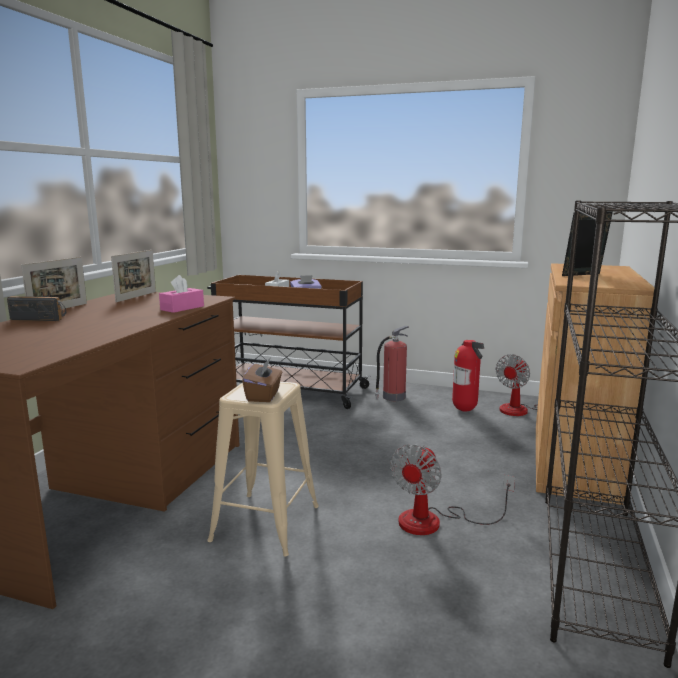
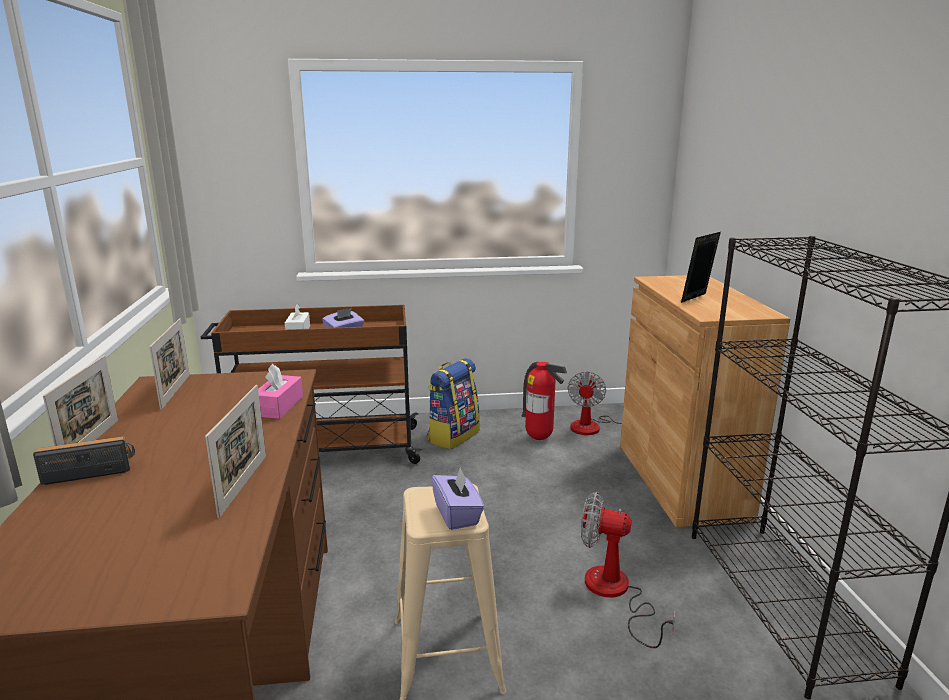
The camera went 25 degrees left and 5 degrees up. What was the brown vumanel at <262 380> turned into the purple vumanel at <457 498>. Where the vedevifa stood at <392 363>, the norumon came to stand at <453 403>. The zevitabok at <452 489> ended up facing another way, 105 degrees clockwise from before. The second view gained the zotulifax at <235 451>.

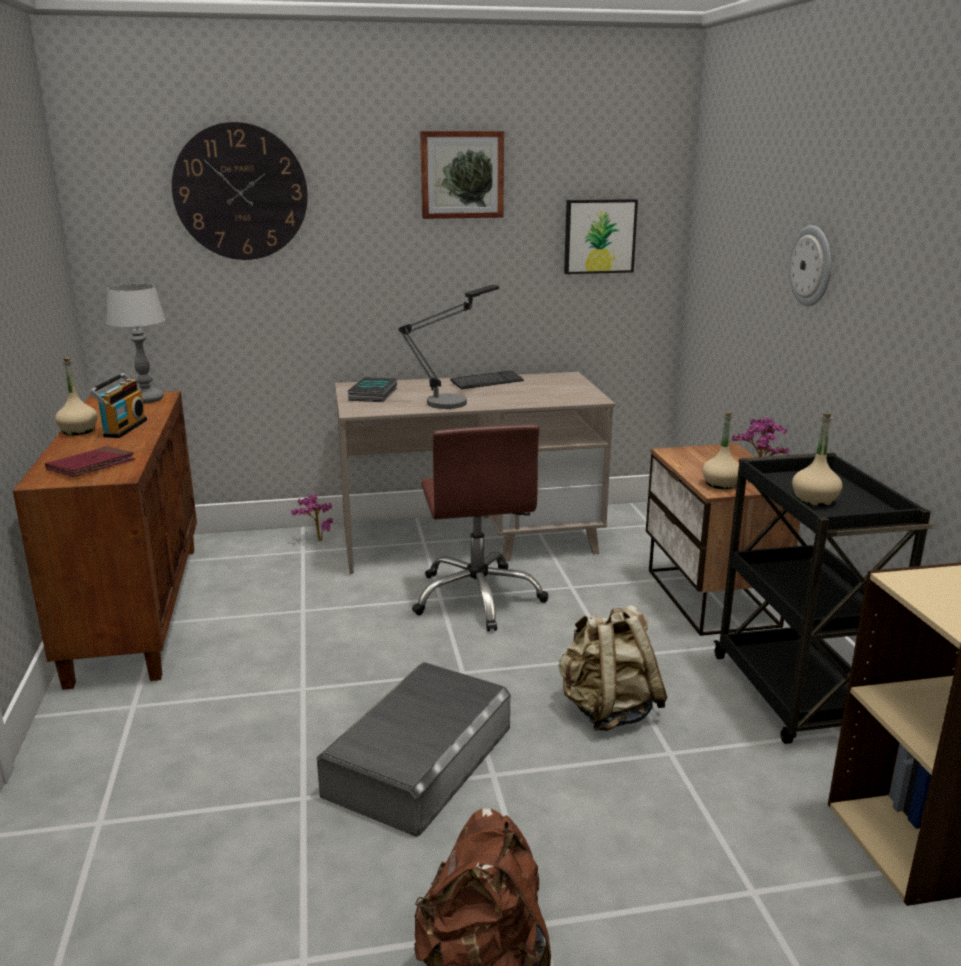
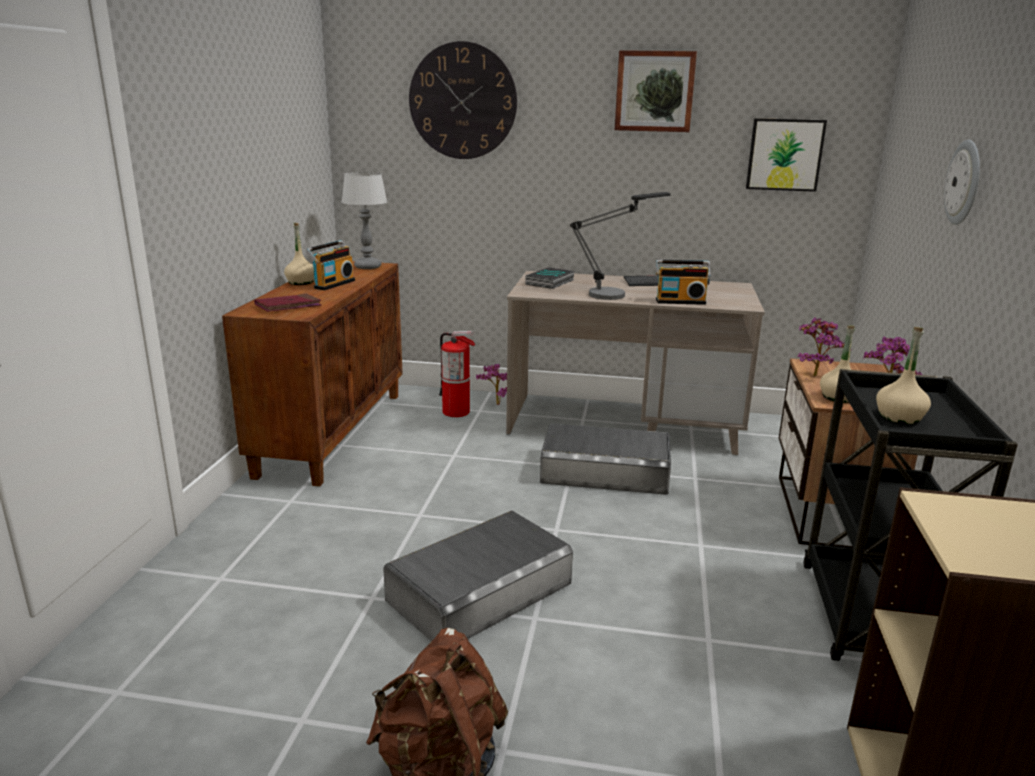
The camera went 20 degrees right and 0 degrees up. Where the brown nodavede stood at <480 527>, the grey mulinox came to stand at <605 459>. The second view lost the beige norumon at <613 668>. The second view gained the vedevifa at <457 374>. The second view gained the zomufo at <683 282>. The second view gained the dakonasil at <824 347>.

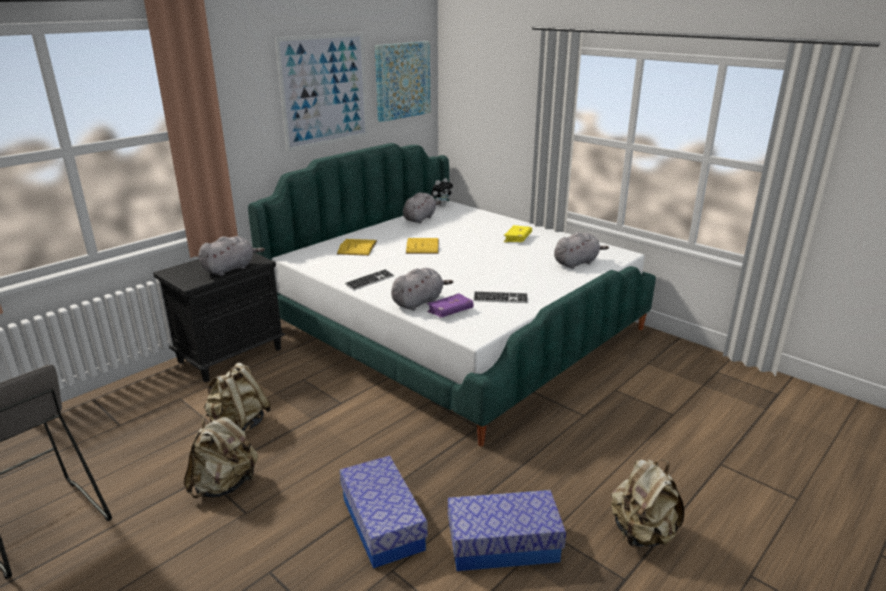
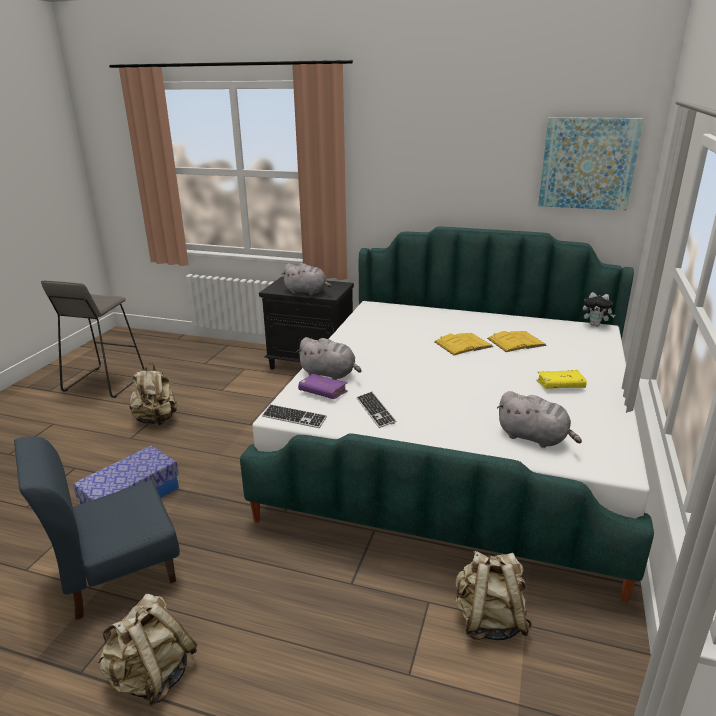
The camera went 65 degrees right and 0 degrees up. The beige norumon ended up elsewhere, having gone from <237 398> to <493 595>. The second view lost the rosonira at <321 92>. The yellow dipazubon ended up elsewhere, having gone from <357 247> to <517 341>. The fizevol ended up elsewhere, having gone from <369 279> to <294 416>. The second view lost the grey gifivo at <422 207>. Where the mulinox stood at <507 530>, the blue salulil came to stand at <97 528>.

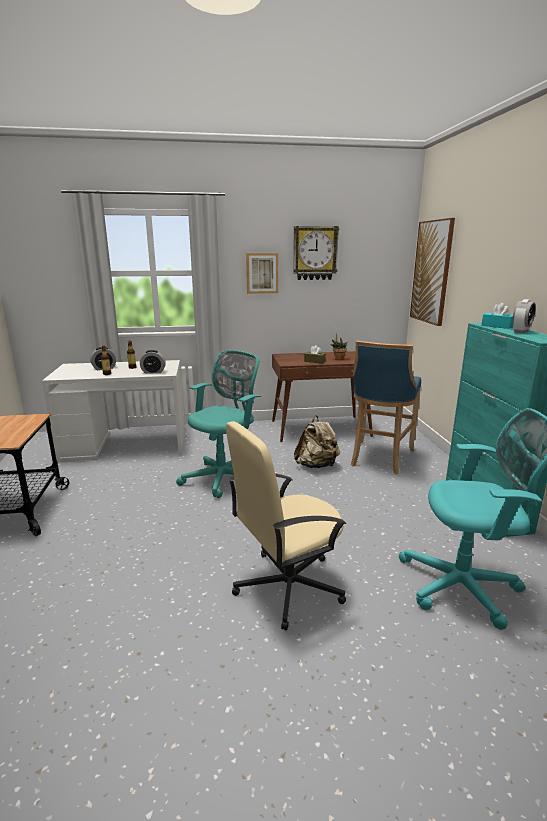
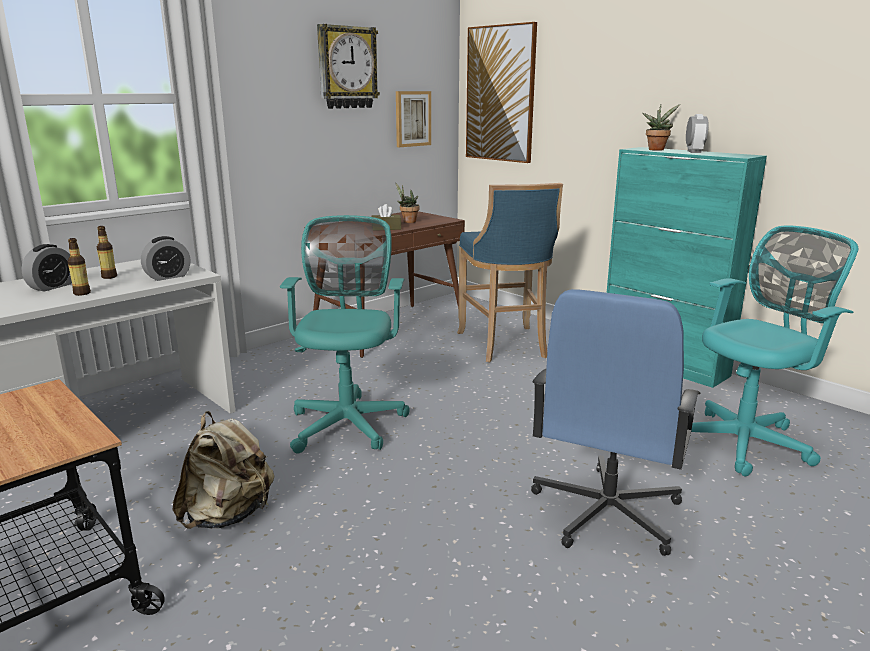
The camera went 35 degrees left and 0 degrees up. What was the beige nodavede at <286 526> turned into the blue nodavede at <616 422>. The rosonira ended up elsewhere, having gone from <262 273> to <413 119>. The beige norumon ended up elsewhere, having gone from <317 441> to <223 470>. Where the turquoise vumanel stood at <497 316>, the dakonasil came to stand at <661 127>.

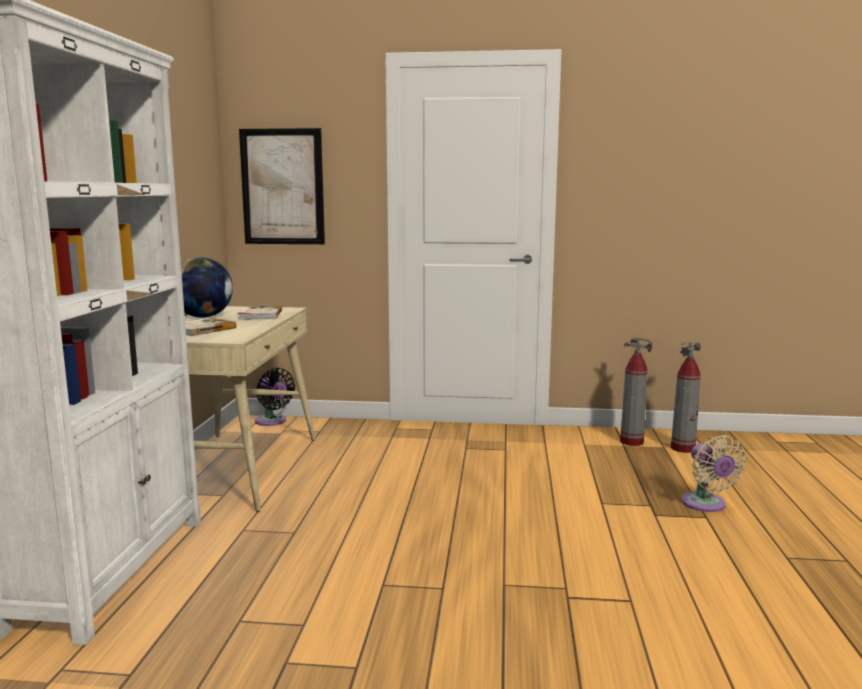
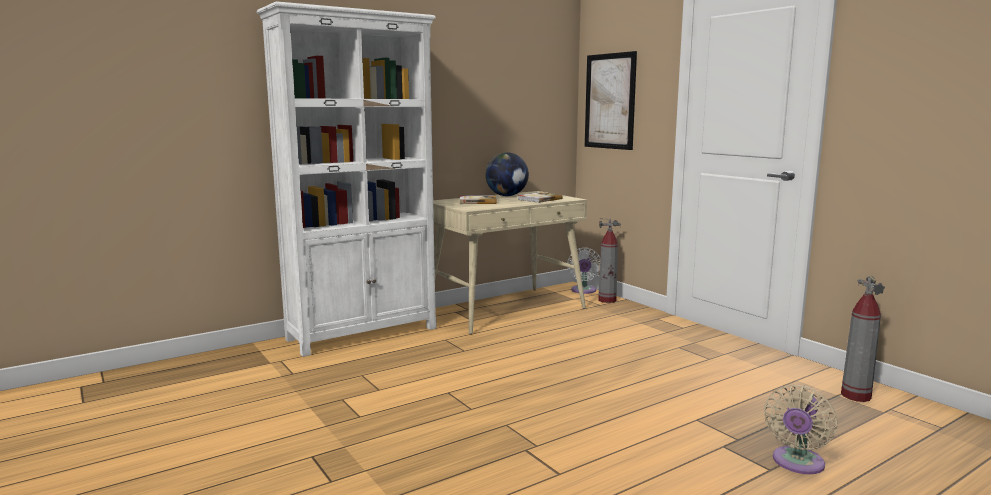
The camera went 50 degrees right and 0 degrees up. What was the black zevitabok at <275 397> turned into the white zevitabok at <583 271>. The vedevifa ended up elsewhere, having gone from <686 397> to <609 260>.

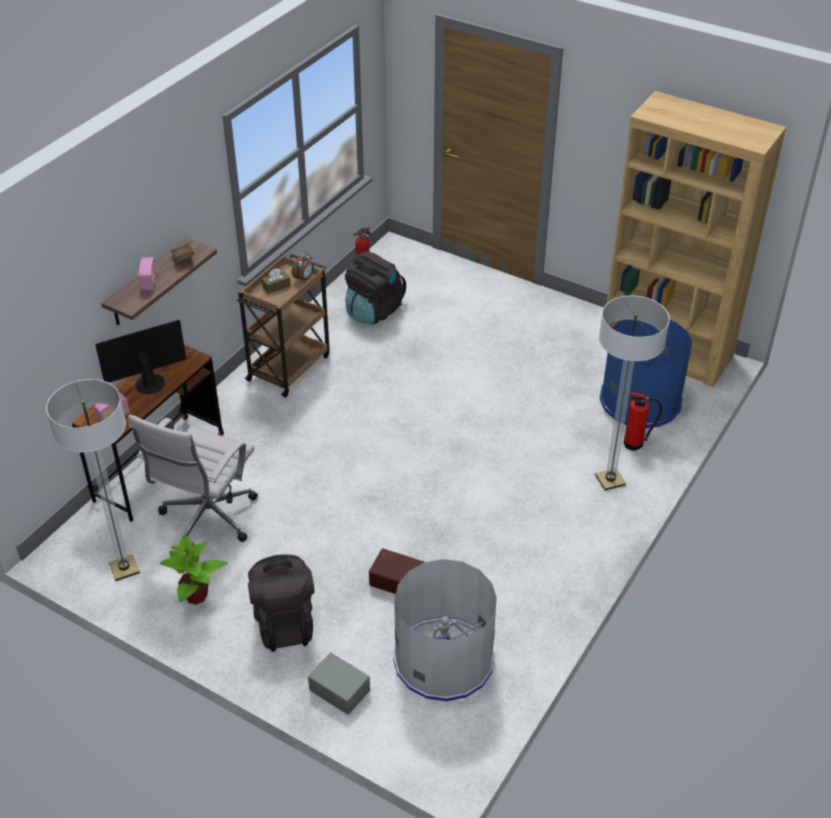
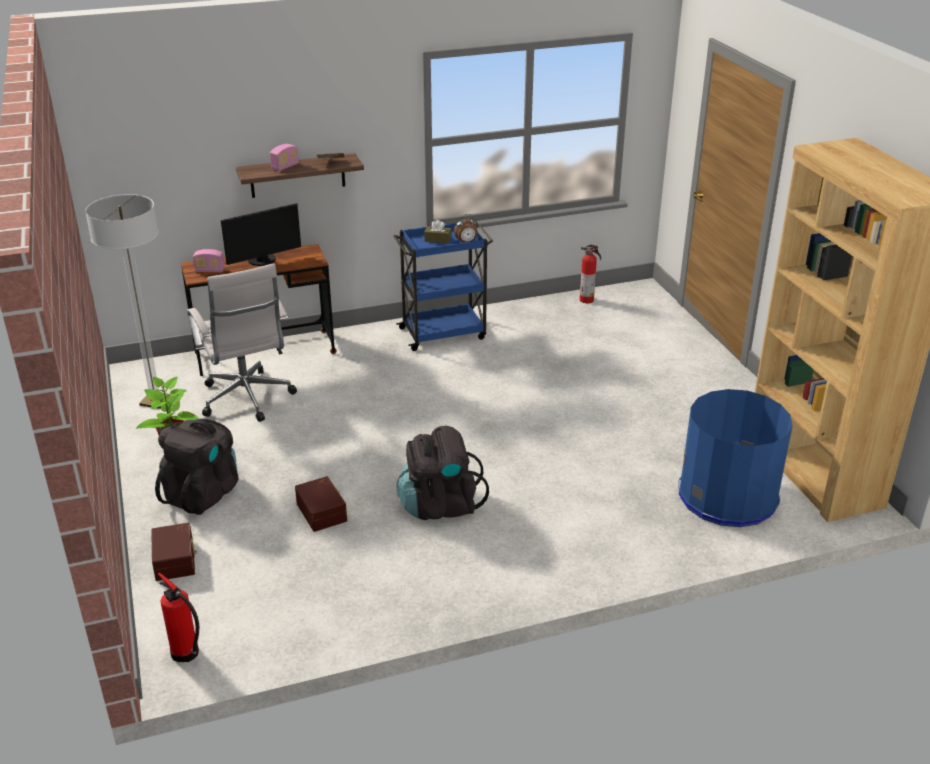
The camera went 40 degrees right and 10 degrees down. The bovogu at <141 357> ended up facing another way, 135 degrees clockwise from before. The white nodavede at <193 483> ended up facing another way, 90 degrees counterclockwise from before. What was the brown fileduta at <283 326> turned into the blue fileduta at <443 287>. What was the grey mulinox at <339 684> turned into the brown mulinox at <174 552>. The black norumon ended up elsewhere, having gone from <375 288> to <442 473>. The second view lost the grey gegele at <445 630>. The second view lost the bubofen at <632 393>. The vedevifa ended up elsewhere, having gone from <643 421> to <178 617>.

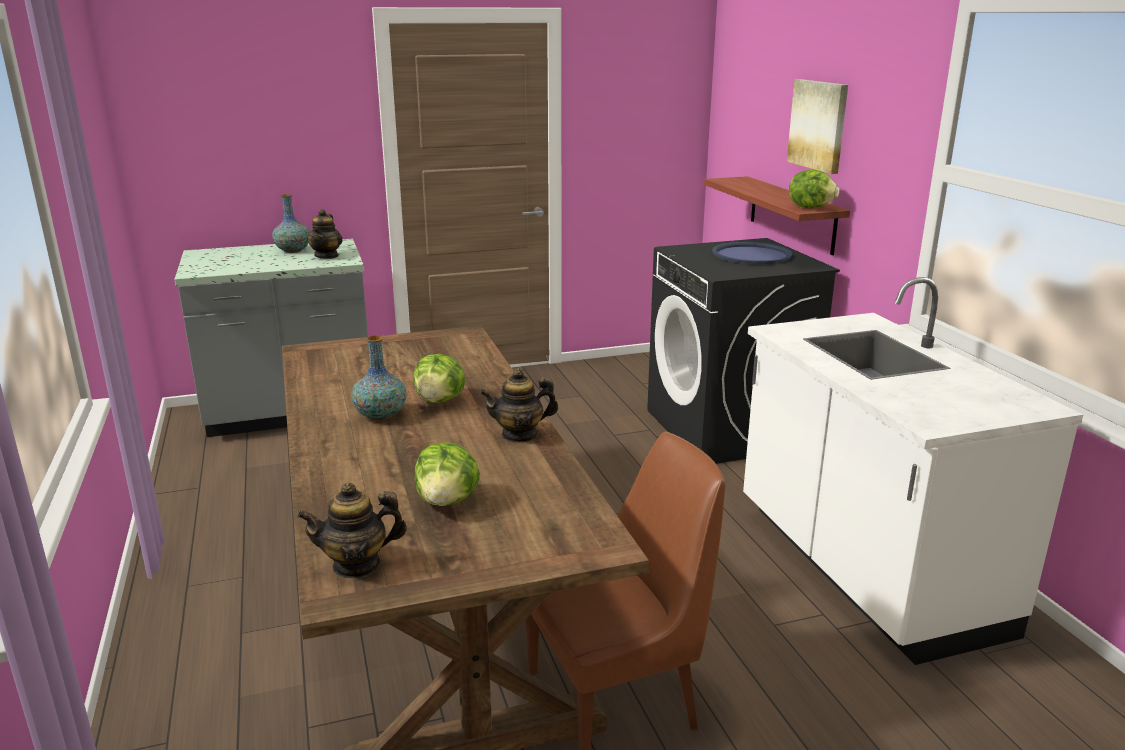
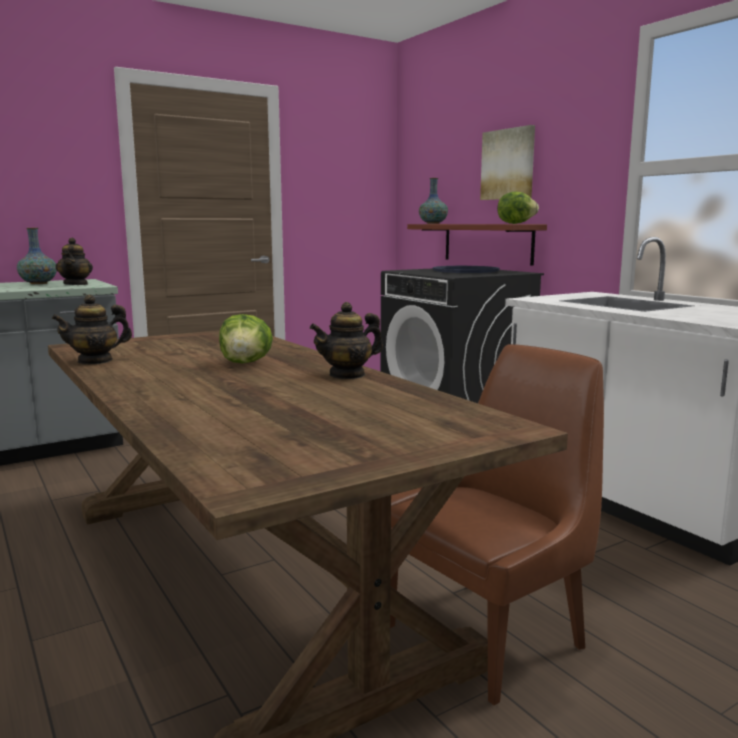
The camera went 15 degrees left and 10 degrees down. The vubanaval ended up elsewhere, having gone from <352 530> to <92 330>. The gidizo ended up elsewhere, having gone from <378 378> to <433 201>. The second view lost the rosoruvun at <447 474>.

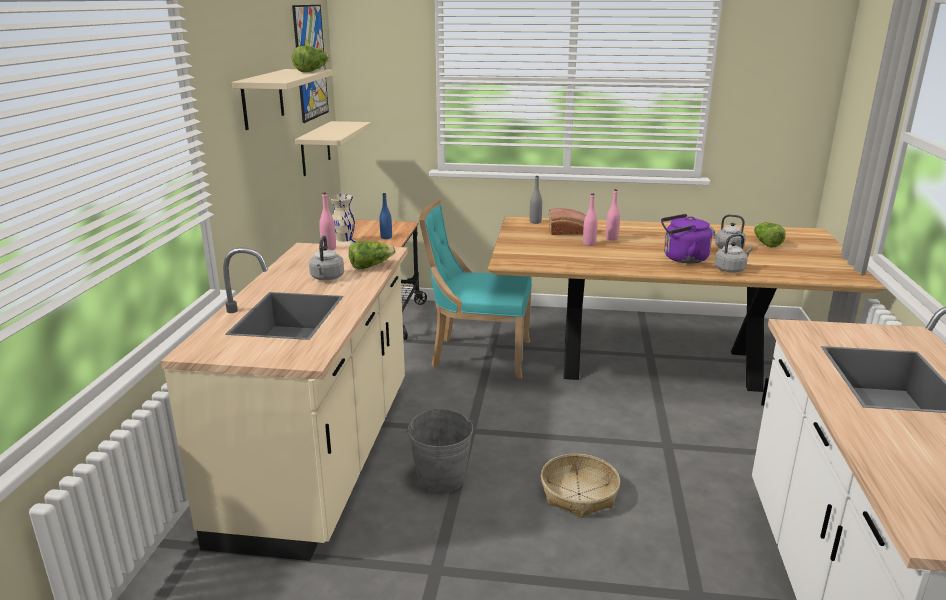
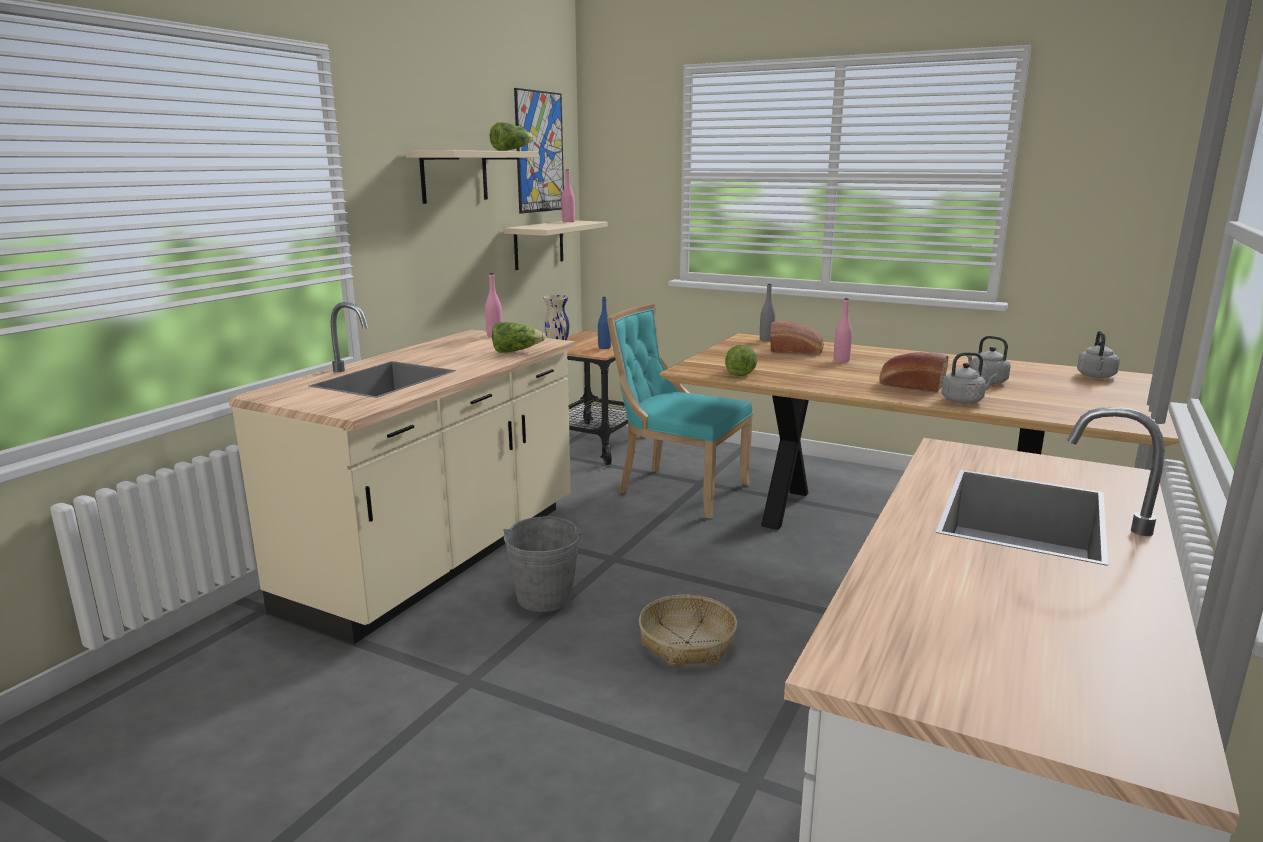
The camera went 20 degrees right and 5 degrees down. The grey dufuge ended up elsewhere, having gone from <326 257> to <1098 354>. The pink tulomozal ended up elsewhere, having gone from <590 220> to <568 196>. Where the purple dufuge stood at <686 239>, the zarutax came to stand at <913 372>. The rosoruvun ended up elsewhere, having gone from <770 235> to <741 360>.

